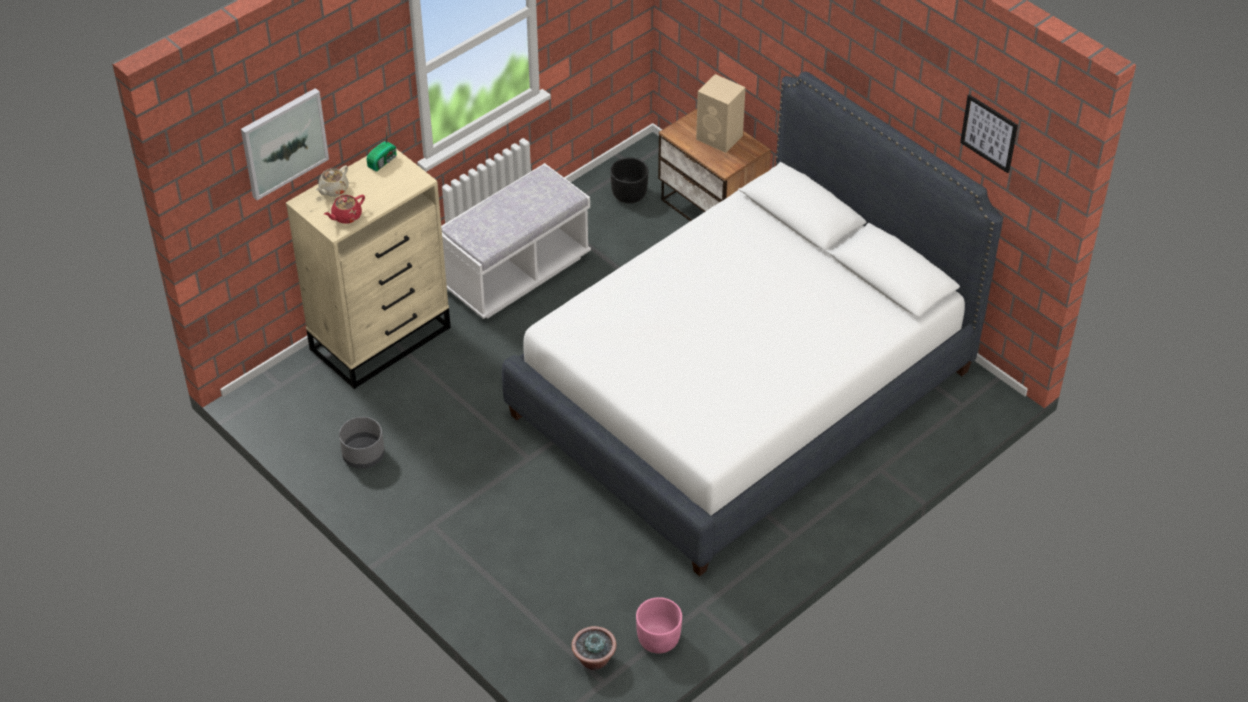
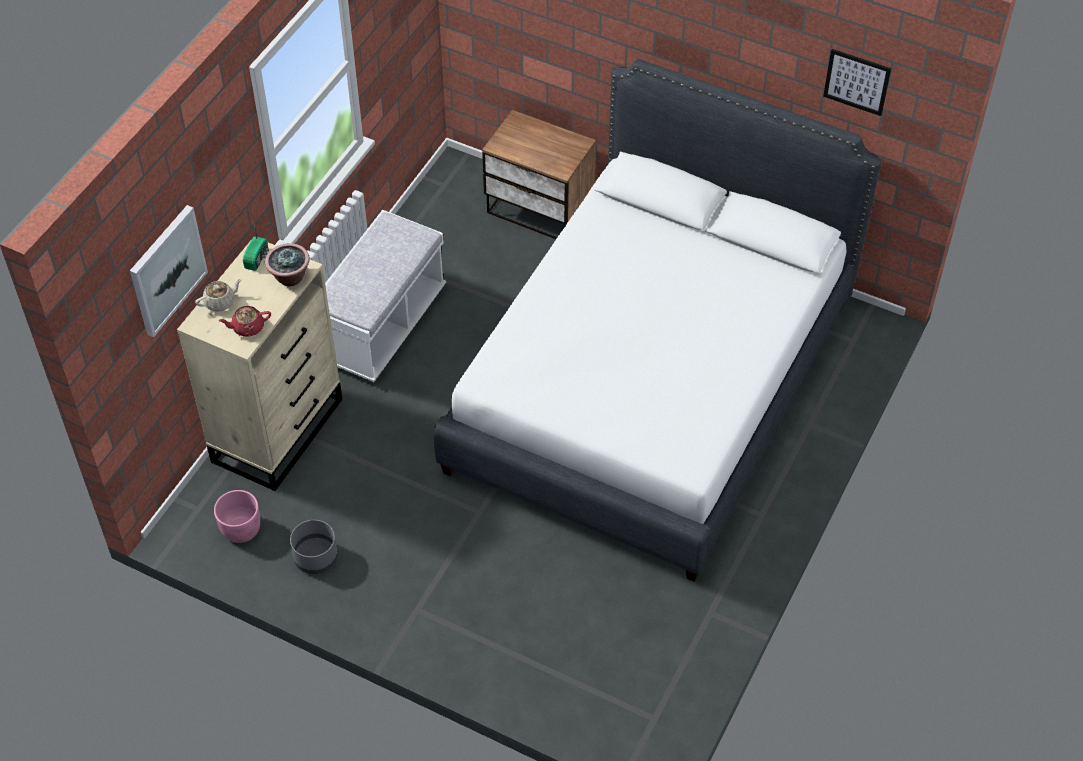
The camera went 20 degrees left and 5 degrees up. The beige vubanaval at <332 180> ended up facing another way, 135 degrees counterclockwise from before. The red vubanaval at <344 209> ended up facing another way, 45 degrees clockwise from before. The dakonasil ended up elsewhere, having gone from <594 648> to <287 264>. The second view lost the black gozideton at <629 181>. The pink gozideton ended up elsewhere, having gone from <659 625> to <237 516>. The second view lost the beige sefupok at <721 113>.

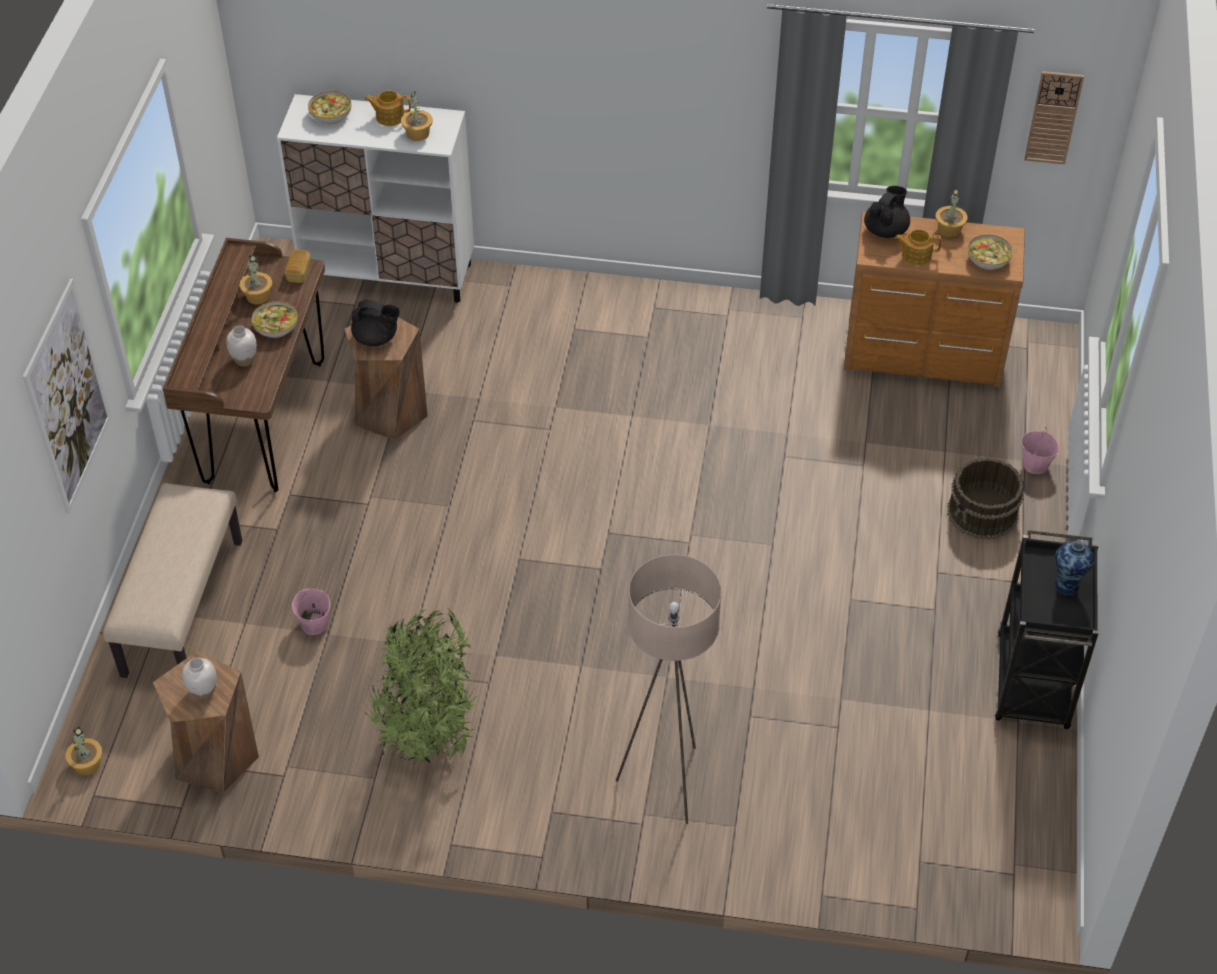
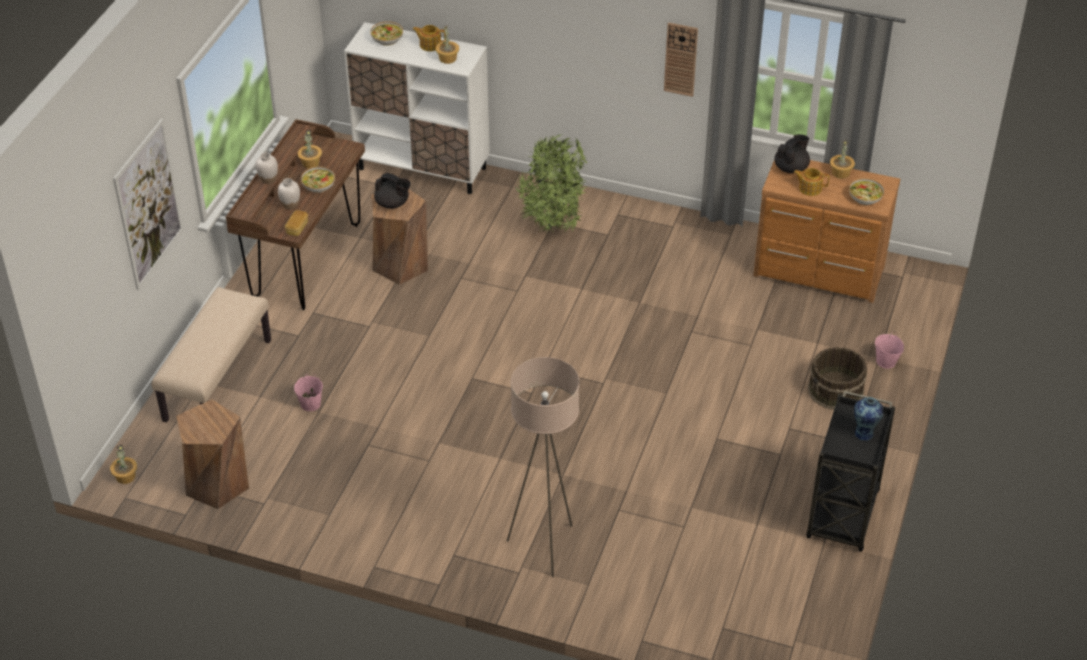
The camera went 10 degrees right and 5 degrees down. The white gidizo ended up elsewhere, having gone from <199 678> to <267 168>. The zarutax ended up elsewhere, having gone from <297 266> to <296 223>. The dakonasil ended up elsewhere, having gone from <421 689> to <551 184>. The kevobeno ended up elsewhere, having gone from <1054 117> to <681 59>.

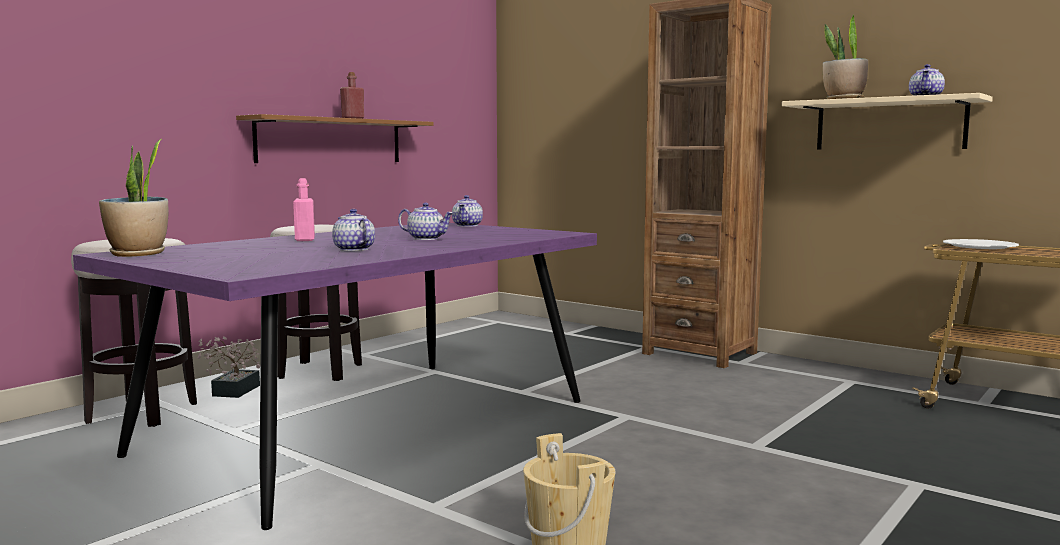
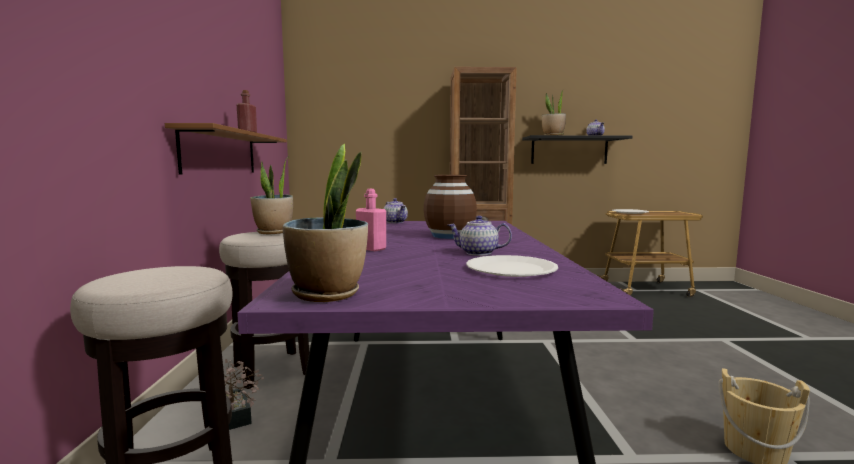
The camera went 40 degrees left and 0 degrees up. Where the vubanaval stood at <426 221>, the brown gidizo came to stand at <450 207>. What was the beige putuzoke at <887 121> turned into the black putuzoke at <577 149>. The second view gained the dakonasil at <271 195>. The second view gained the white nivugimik at <512 266>.

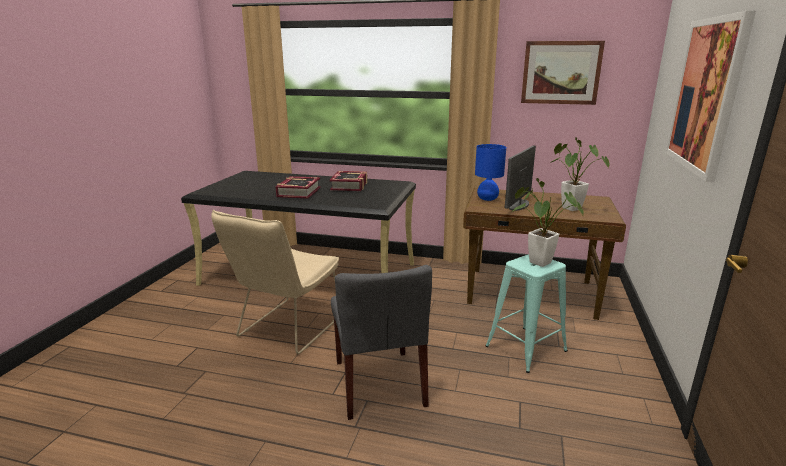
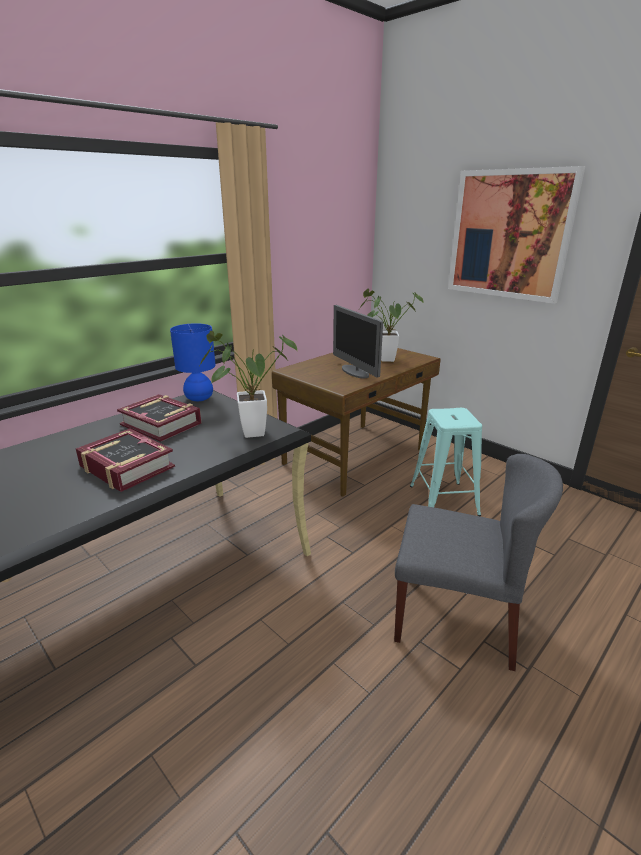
The camera went 60 degrees left and 5 degrees up. The second view lost the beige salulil at <275 282>. The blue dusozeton ended up elsewhere, having gone from <490 172> to <193 362>. The dakonasil ended up elsewhere, having gone from <548 222> to <249 384>. The second view lost the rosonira at <563 73>.

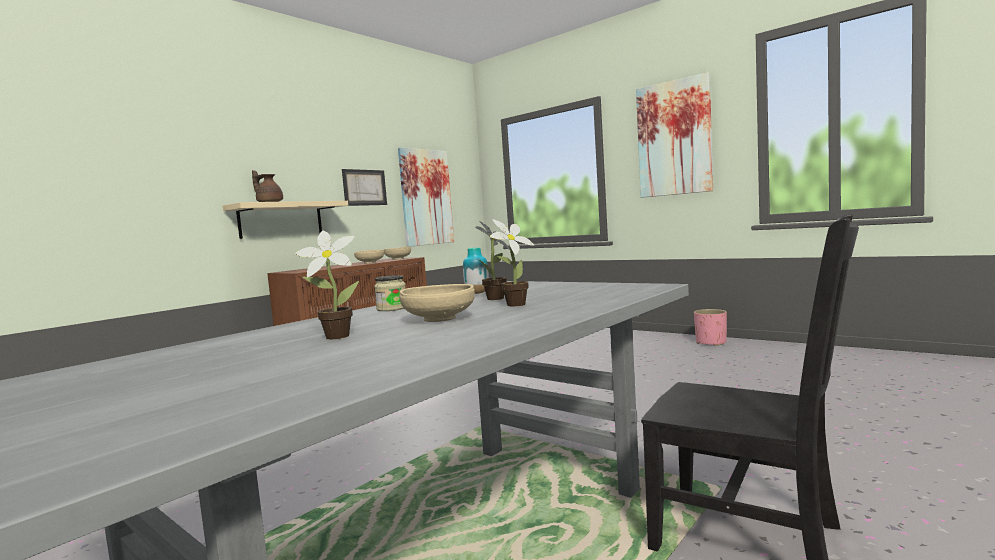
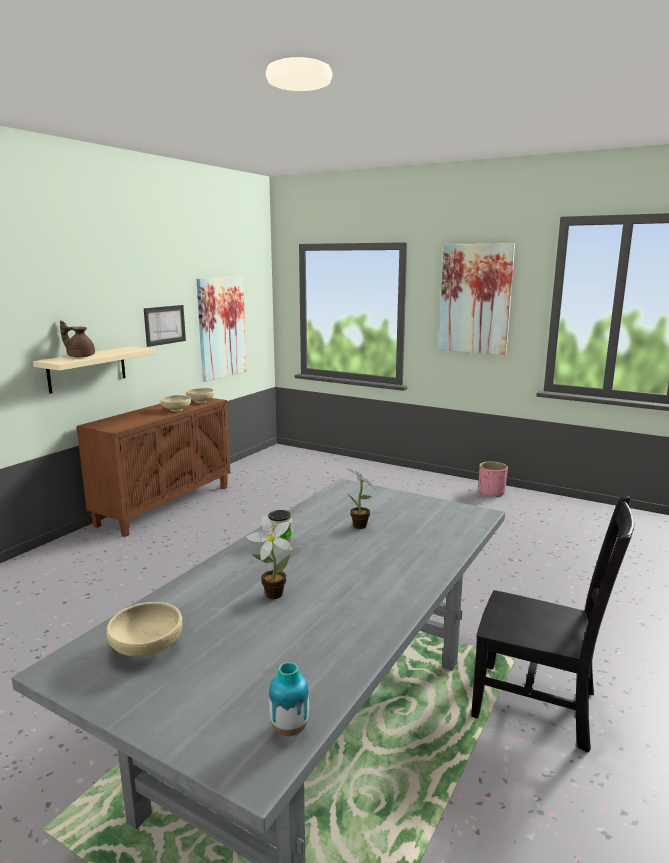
The camera went 10 degrees left and 10 degrees up. The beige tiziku ended up elsewhere, having gone from <437 303> to <144 629>. The gidizo ended up elsewhere, having gone from <476 270> to <289 699>. The second view lost the dakonasil at <512 262>.

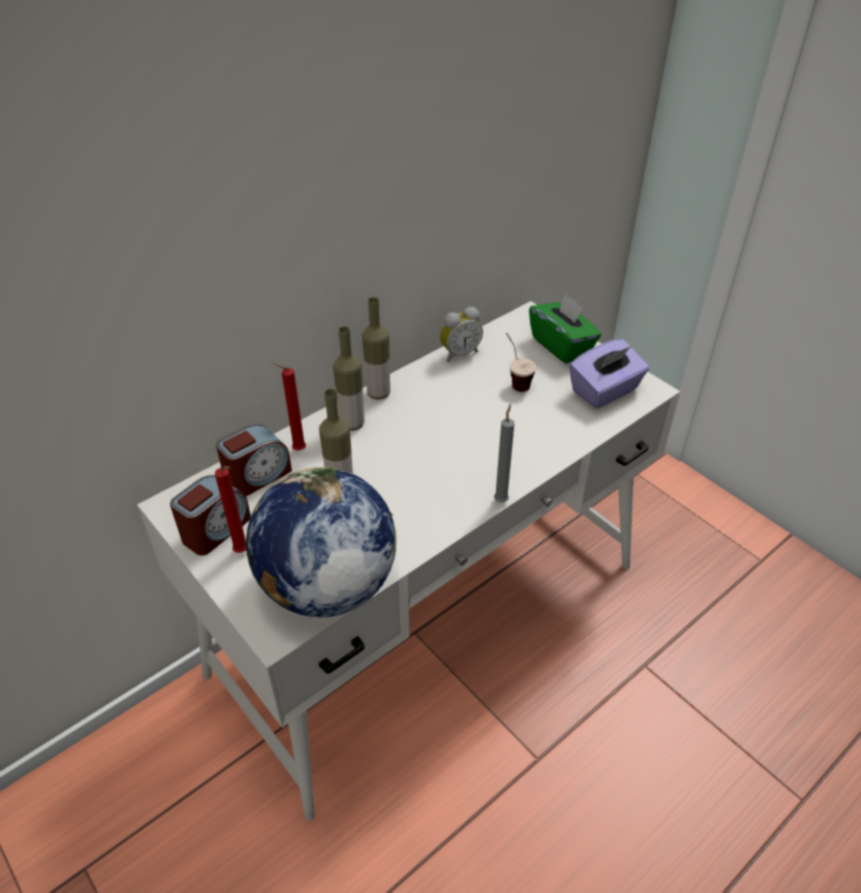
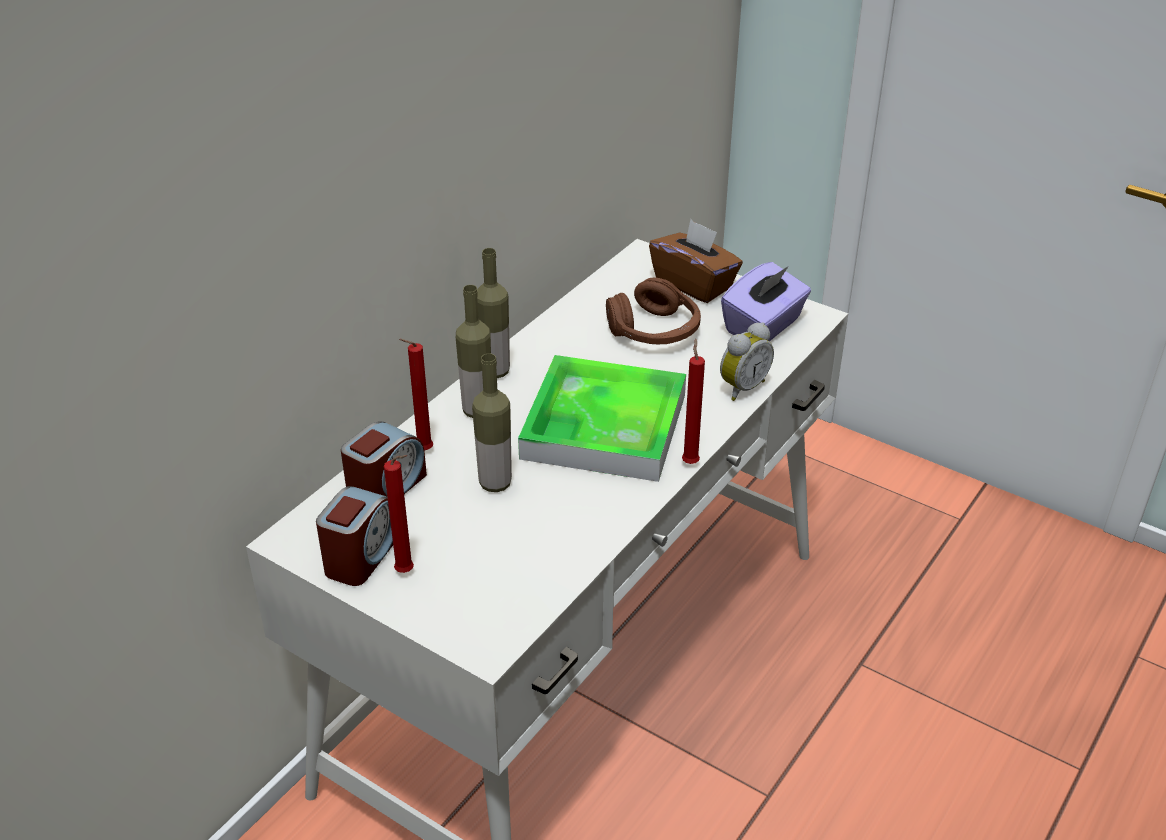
The camera went 15 degrees left and 5 degrees down. The second view lost the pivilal at <321 542>. The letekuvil ended up elsewhere, having gone from <461 334> to <747 361>. What was the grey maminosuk at <504 453> turned into the red maminosuk at <693 401>. Where the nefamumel stood at <521 362>, the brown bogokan came to stand at <653 311>. What was the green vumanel at <565 328> turned into the brown vumanel at <696 261>. The second view gained the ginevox at <602 418>.

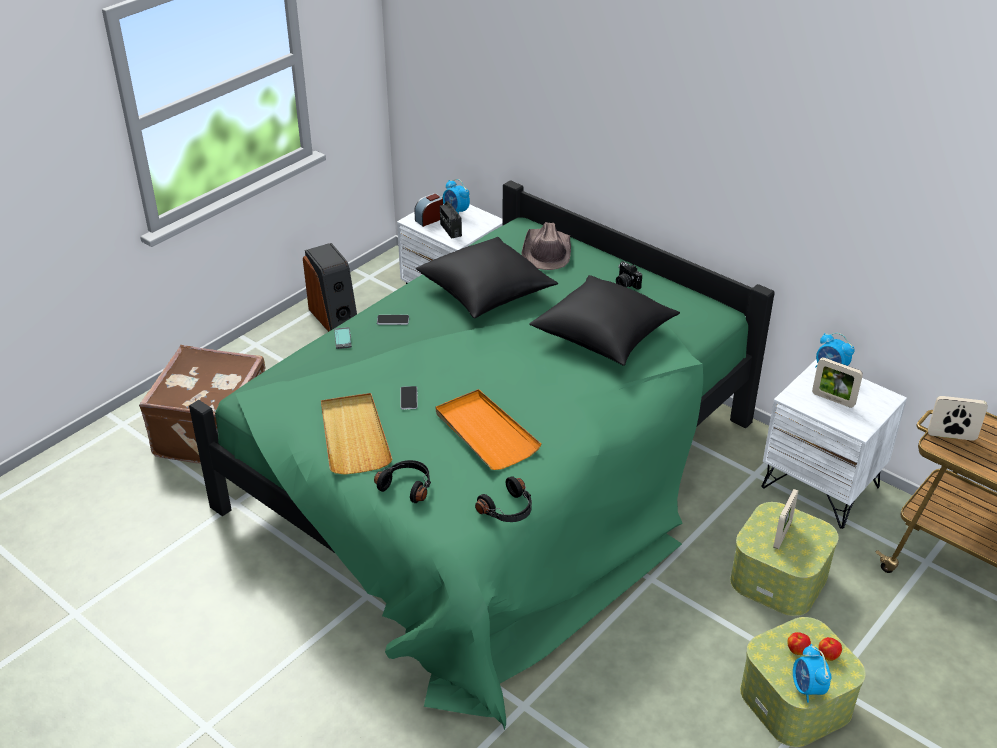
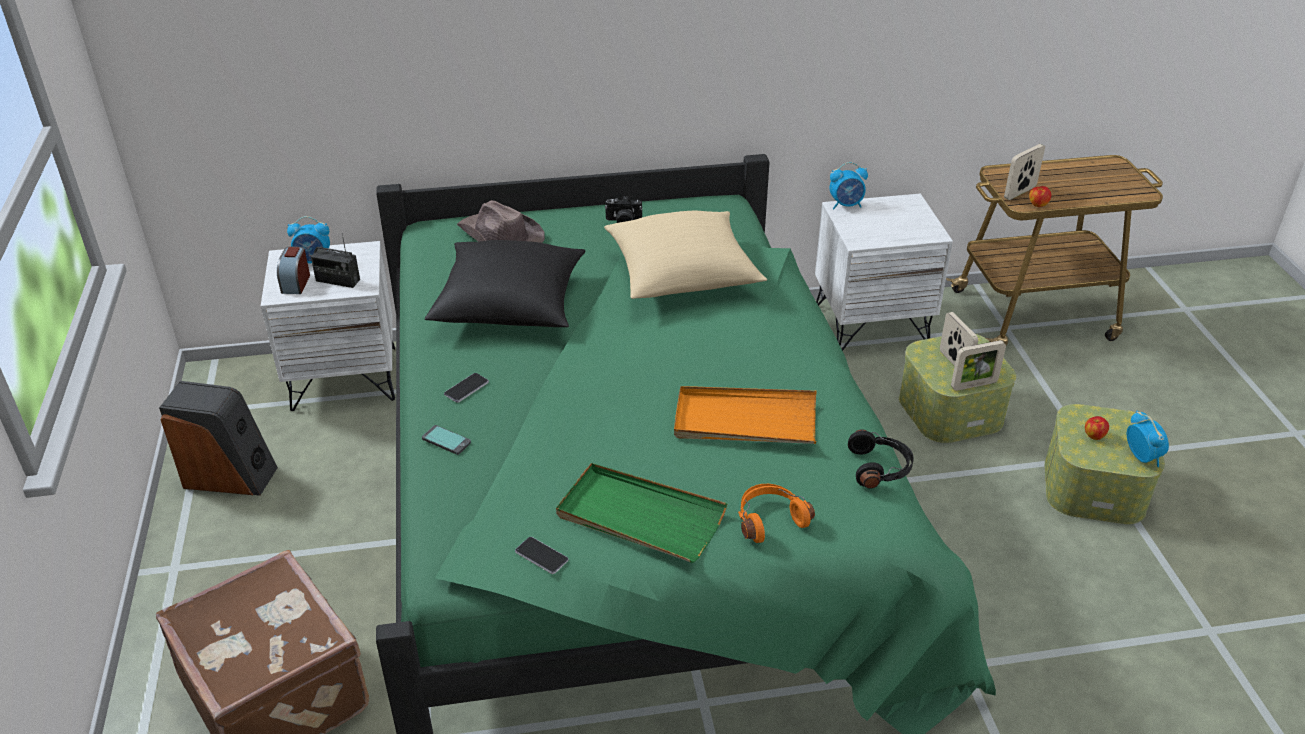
The camera went 50 degrees left and 0 degrees up. What was the beige ginevox at <356 434> turned into the green ginevox at <642 513>. What was the black bogokan at <402 481> turned into the orange bogokan at <776 513>. The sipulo ended up elsewhere, having gone from <409 397> to <542 555>. What was the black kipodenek at <604 320> turned into the beige kipodenek at <685 255>. The letekuvil at <812 673> ended up facing another way, 135 degrees counterclockwise from before. The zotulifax ended up elsewhere, having gone from <837 382> to <978 365>. The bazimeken ended up elsewhere, having gone from <830 649> to <1040 196>.

